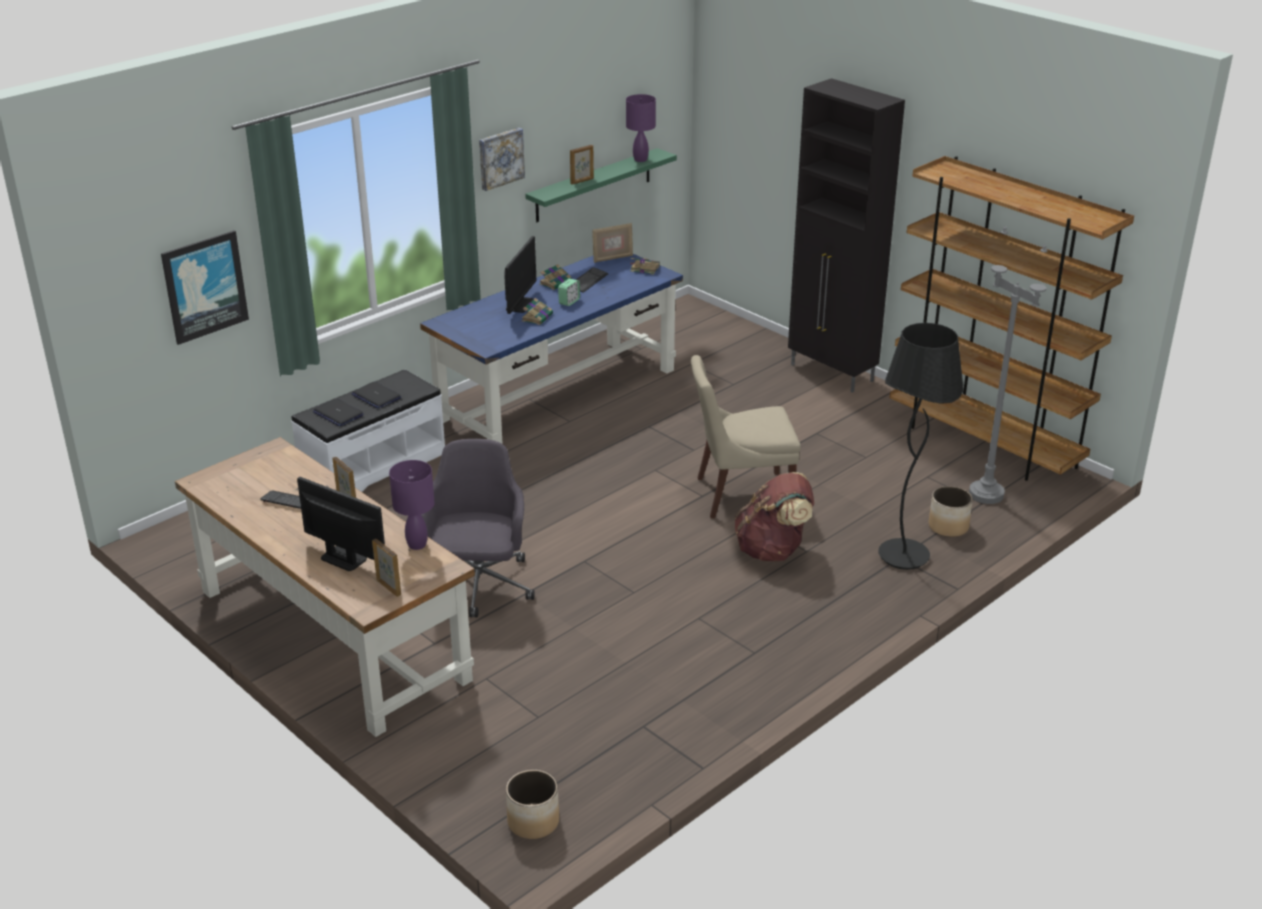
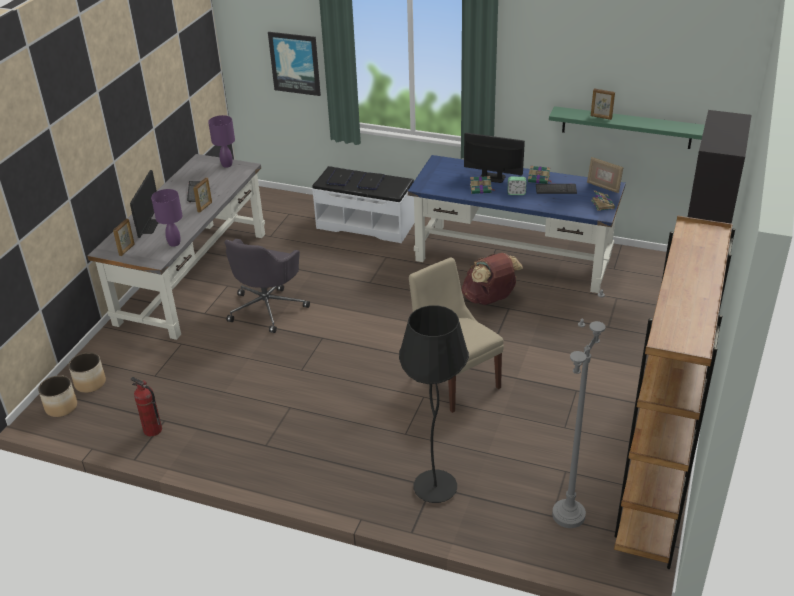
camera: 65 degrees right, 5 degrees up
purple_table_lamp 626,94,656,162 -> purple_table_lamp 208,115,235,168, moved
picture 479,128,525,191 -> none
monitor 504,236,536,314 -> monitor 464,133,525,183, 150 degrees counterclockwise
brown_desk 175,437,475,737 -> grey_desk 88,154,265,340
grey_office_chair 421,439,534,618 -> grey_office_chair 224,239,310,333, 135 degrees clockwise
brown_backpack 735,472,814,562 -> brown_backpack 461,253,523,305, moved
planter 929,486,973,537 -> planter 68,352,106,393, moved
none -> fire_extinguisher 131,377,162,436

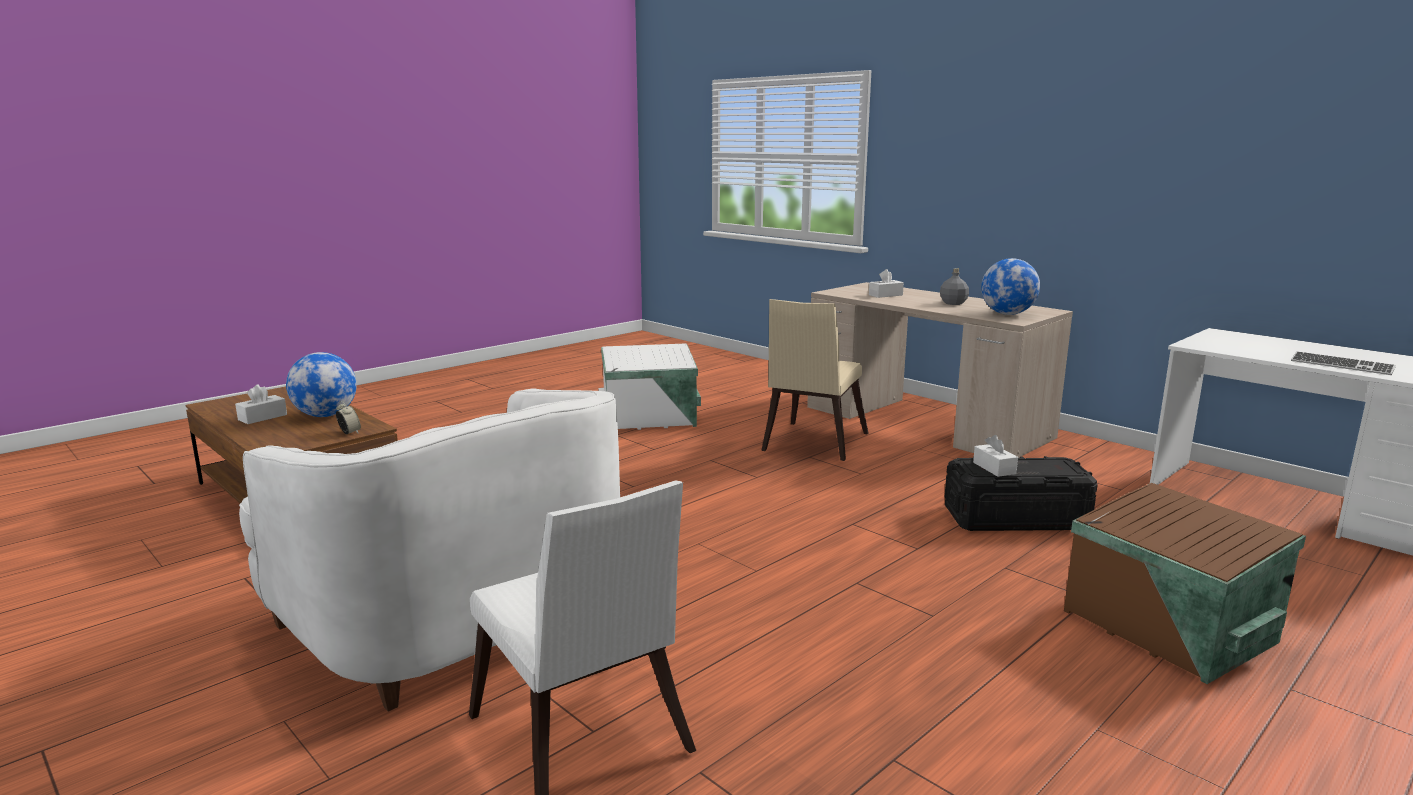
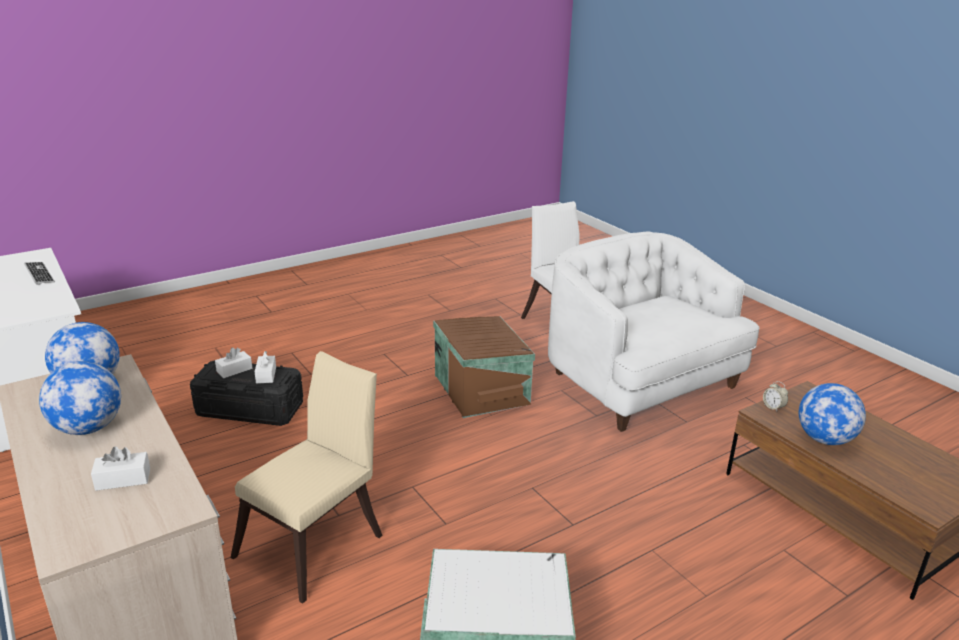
camera: 170 degrees left, 10 degrees up
grey_bottle 940,268,969,305 -> globe 39,361,121,435
white_tissue_box 235,384,287,424 -> white_tissue_box 215,348,252,378, moved
brown_storage_box 1064,483,1306,684 -> brown_storage_box 433,316,535,418, moved

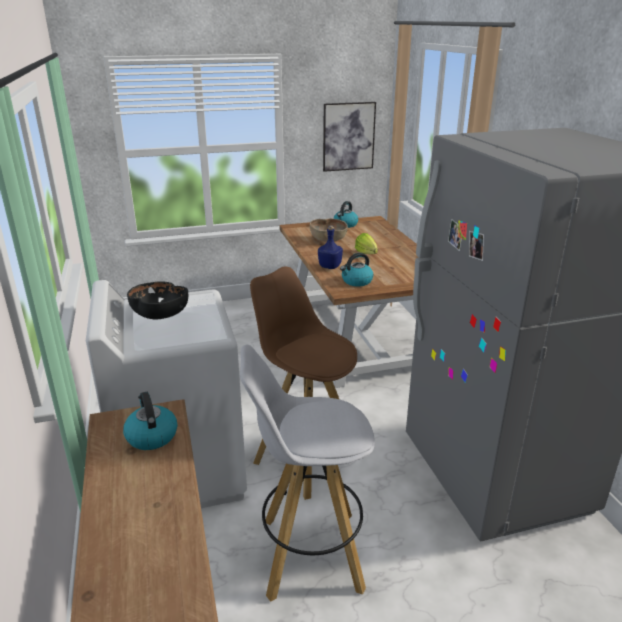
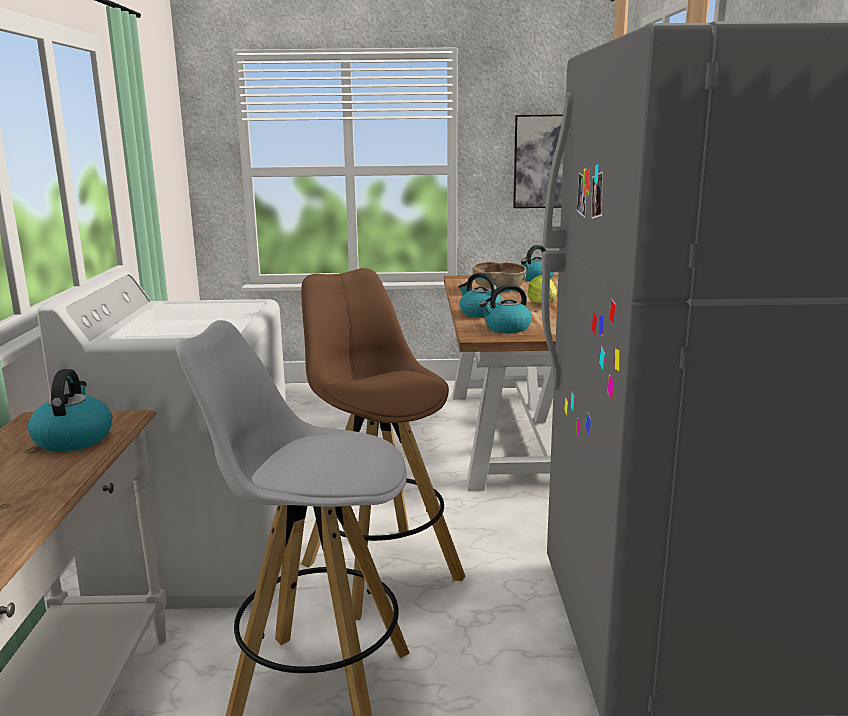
camera: 15 degrees right, 10 degrees down
blue_bottle 318,225,343,269 -> kettle 459,273,503,318
black_bowl 127,281,188,320 -> none

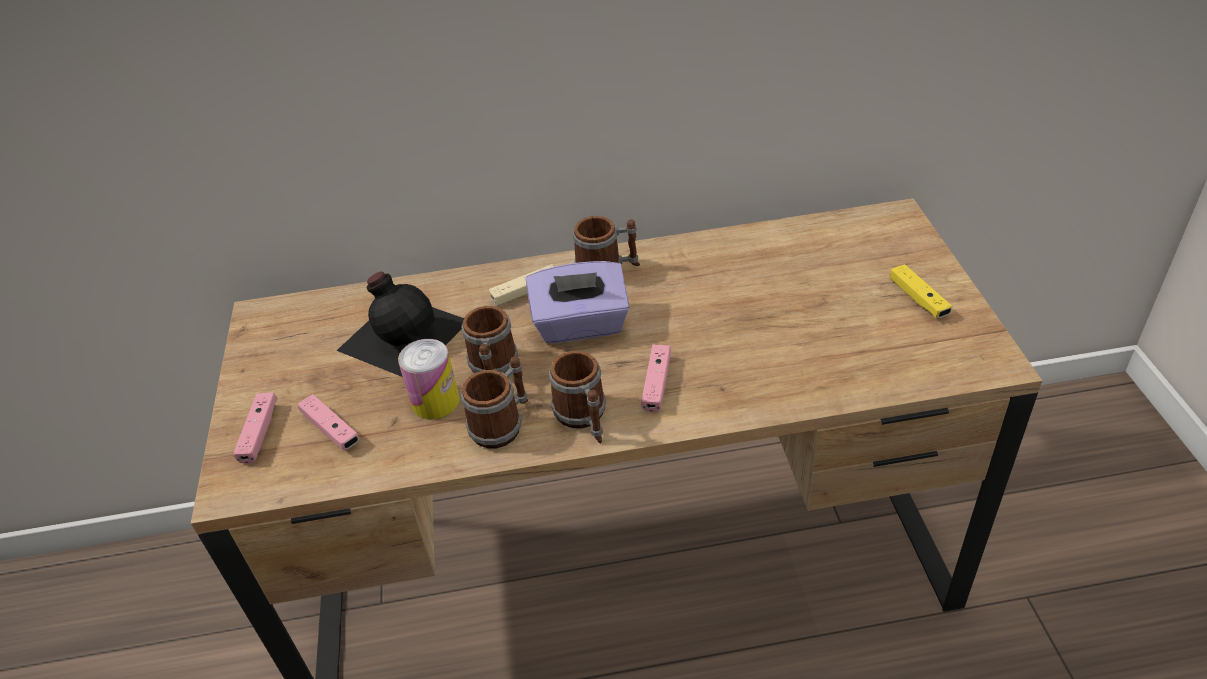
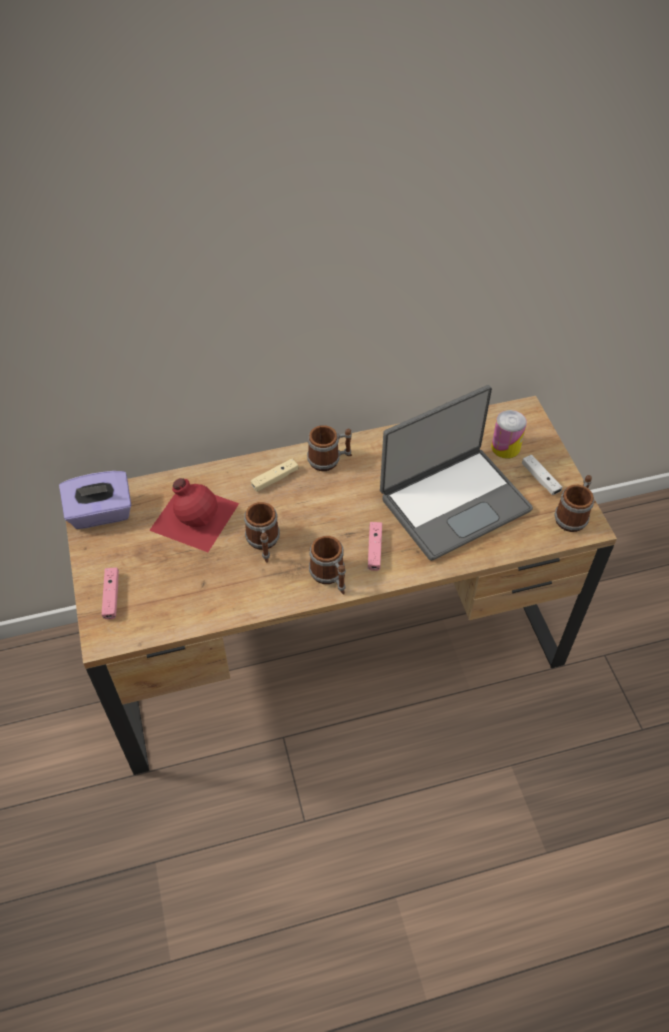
camera: 10 degrees left, 10 degrees up
purple_tissue_box 526,261,629,344 -> purple_tissue_box 59,471,131,529, moved
yellow_game_controller 890,264,952,318 -> white_game_controller 522,455,562,495
black_bottle 336,272,464,377 -> red_bottle 149,478,239,552
can 398,339,460,419 -> can 491,410,527,459, moved
mug 461,356,528,448 -> mug 554,475,594,532, moved
pink_game_controller 297,394,360,450 -> none
none -> laptop 380,385,533,561

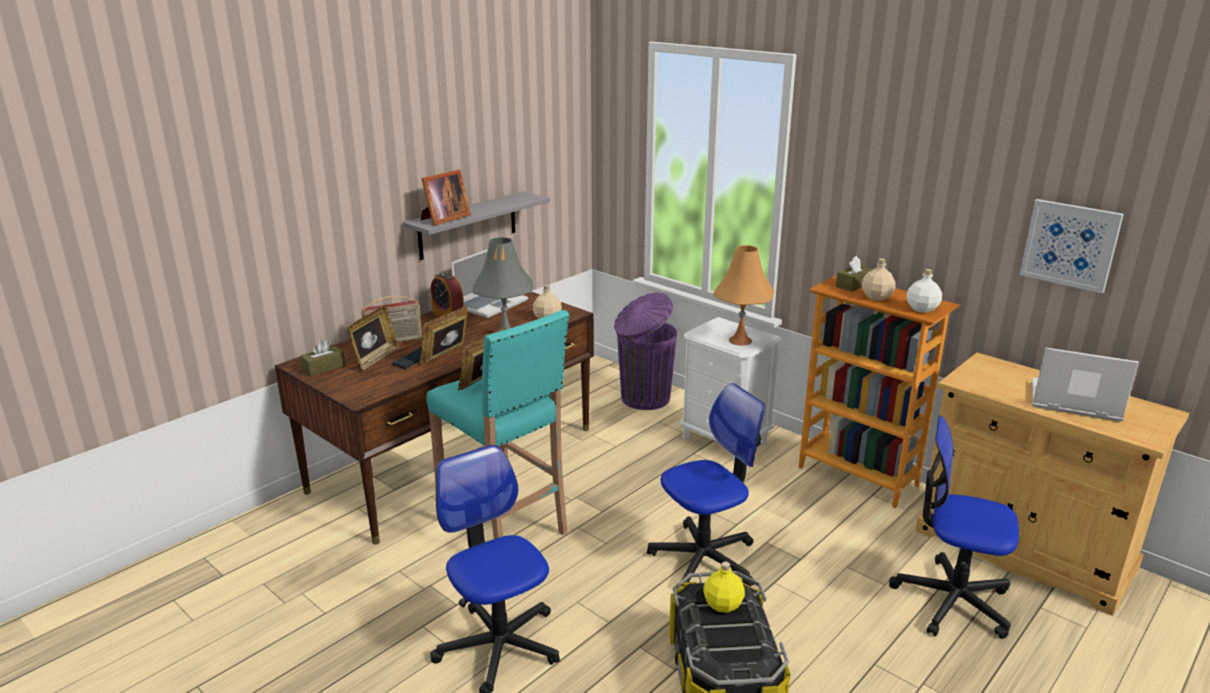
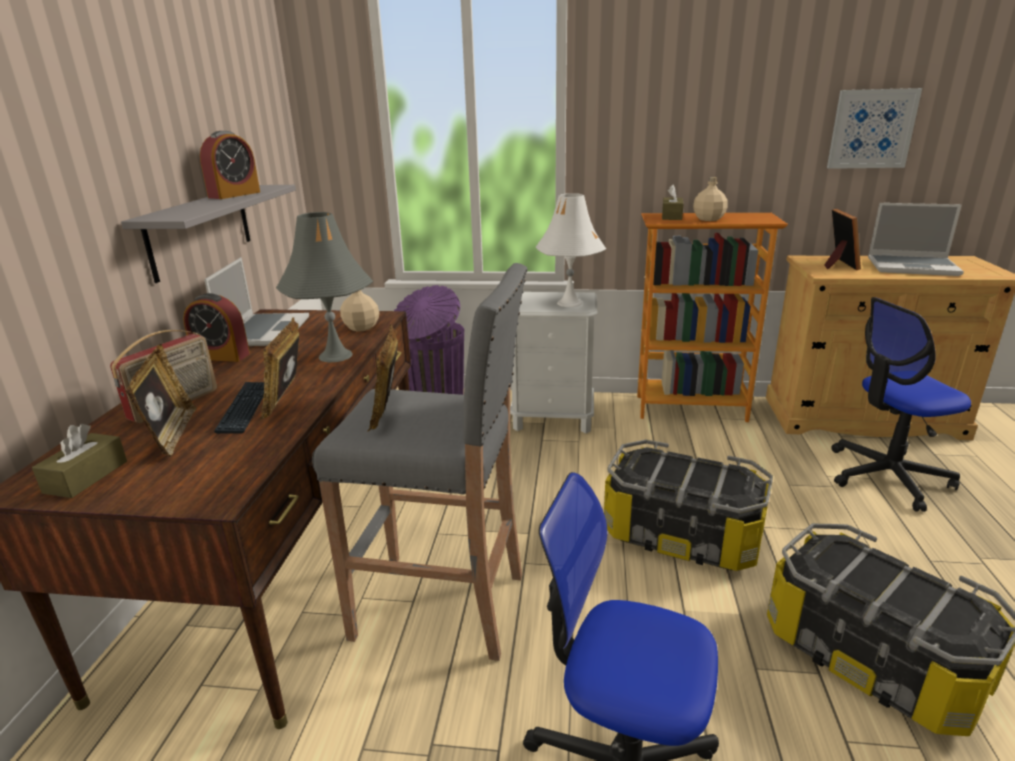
camera: 35 degrees left, 0 degrees up
picture_frame 421,169,471,225 -> picture_frame 824,209,861,270, moved
orange_table_lamp 713,245,774,346 -> white_table_lamp 536,193,606,307
white_bottle 906,269,942,313 -> none
turquoise_stool 426,310,570,539 -> grey_stool 312,263,528,661
laptop 1032,347,1139,422 -> laptop 868,203,964,276, 150 degrees counterclockwise
office_chair 647,383,765,586 -> storage_box 604,440,773,571
yellow_bottle 703,562,745,613 -> none
none -> alarm_clock 200,131,260,199

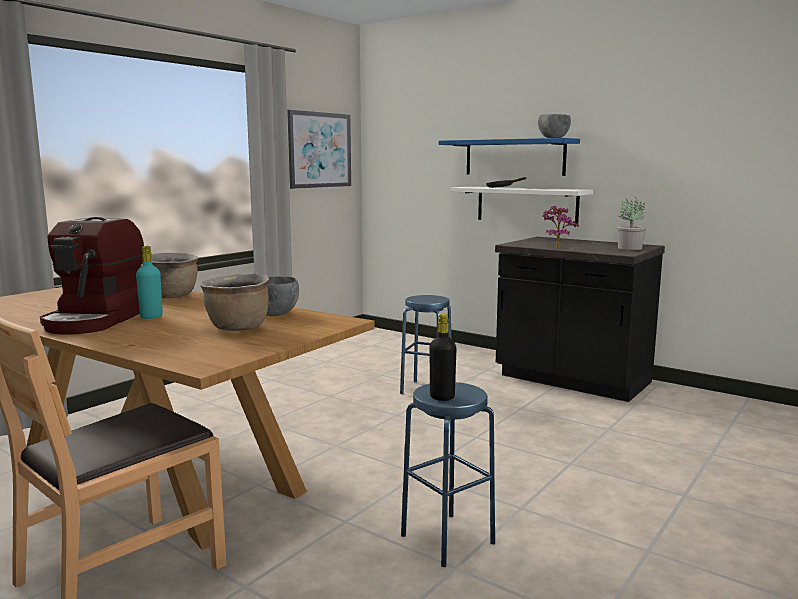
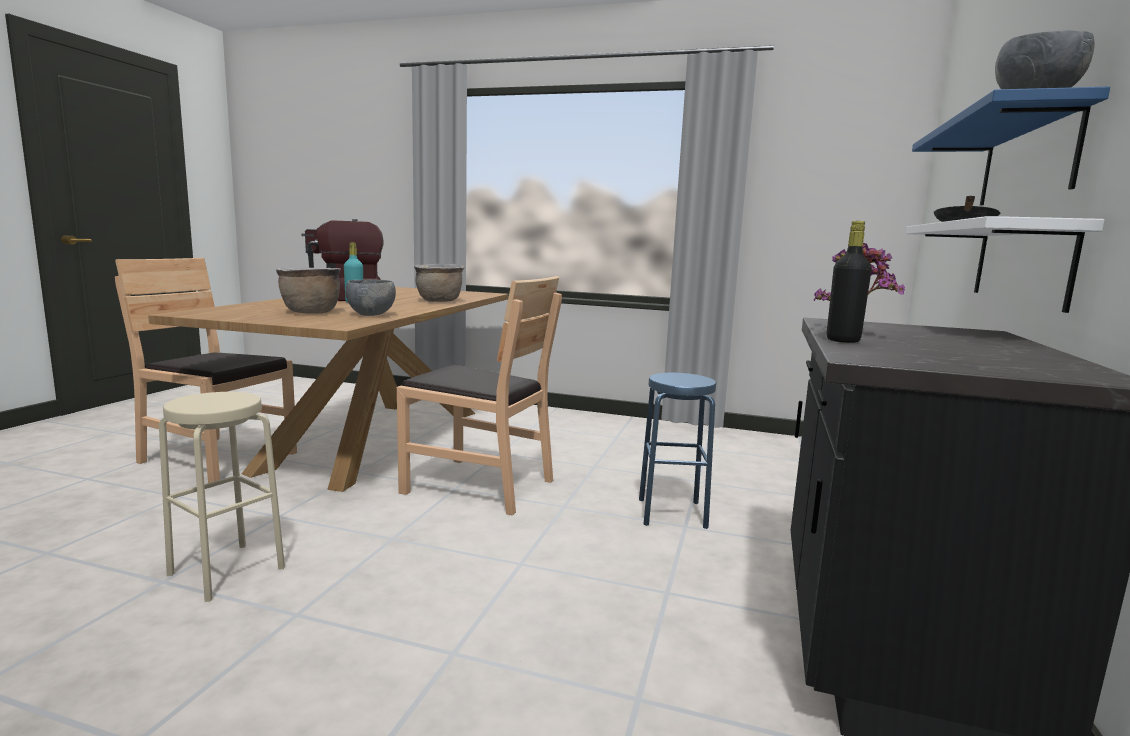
camera: 70 degrees right, 0 degrees up
picture 287,110,351,189 -> none
potted_plant 617,198,646,250 -> none
black_bottle 430,314,457,401 -> black_bottle 827,221,872,343, moved
blue_stool 401,382,495,567 -> beige_stool 159,392,285,602
none -> brown_chair 397,276,562,515

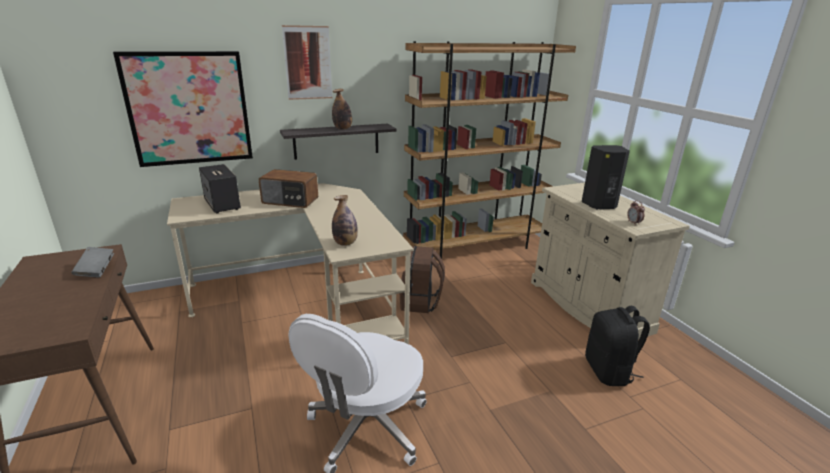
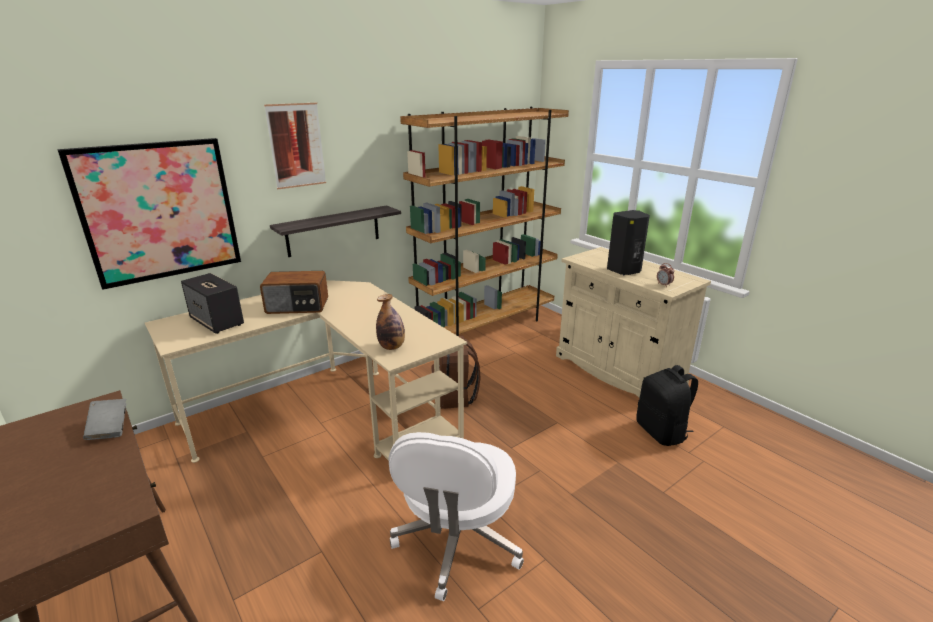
camera: 15 degrees left, 0 degrees up
bottle 332,89,352,130 -> none

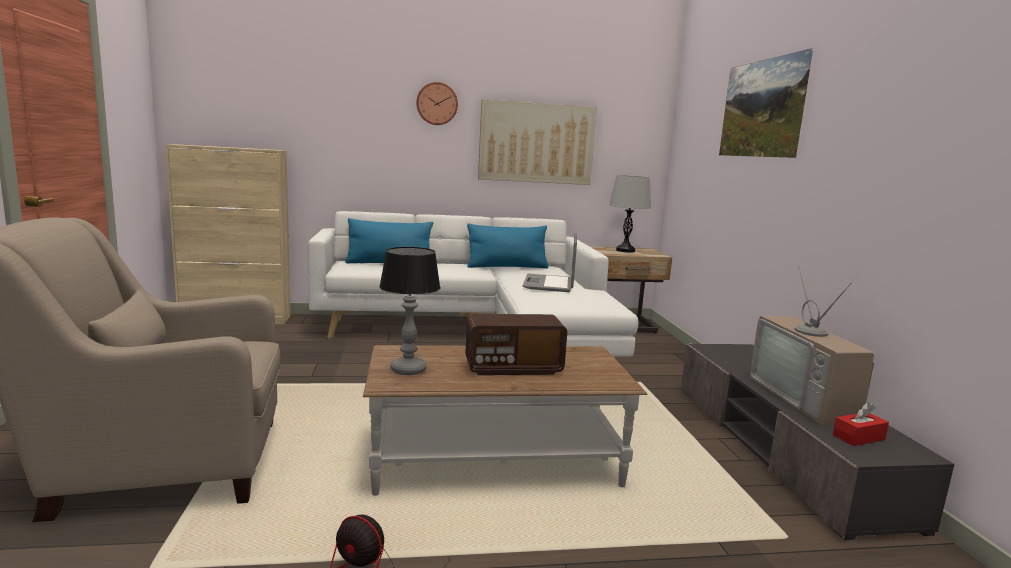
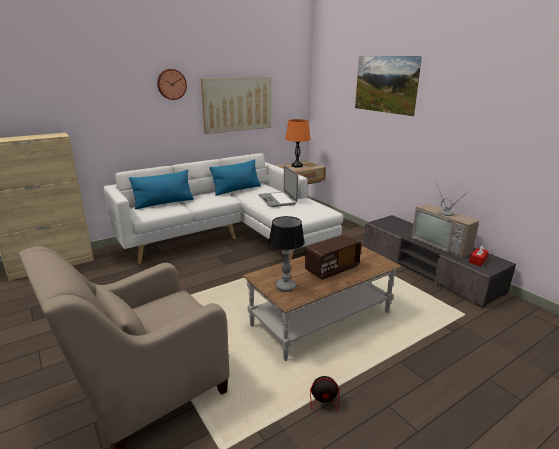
camera: 25 degrees left, 10 degrees up
grey_table_lamp 609,175,651,252 -> orange_table_lamp 285,119,311,168

